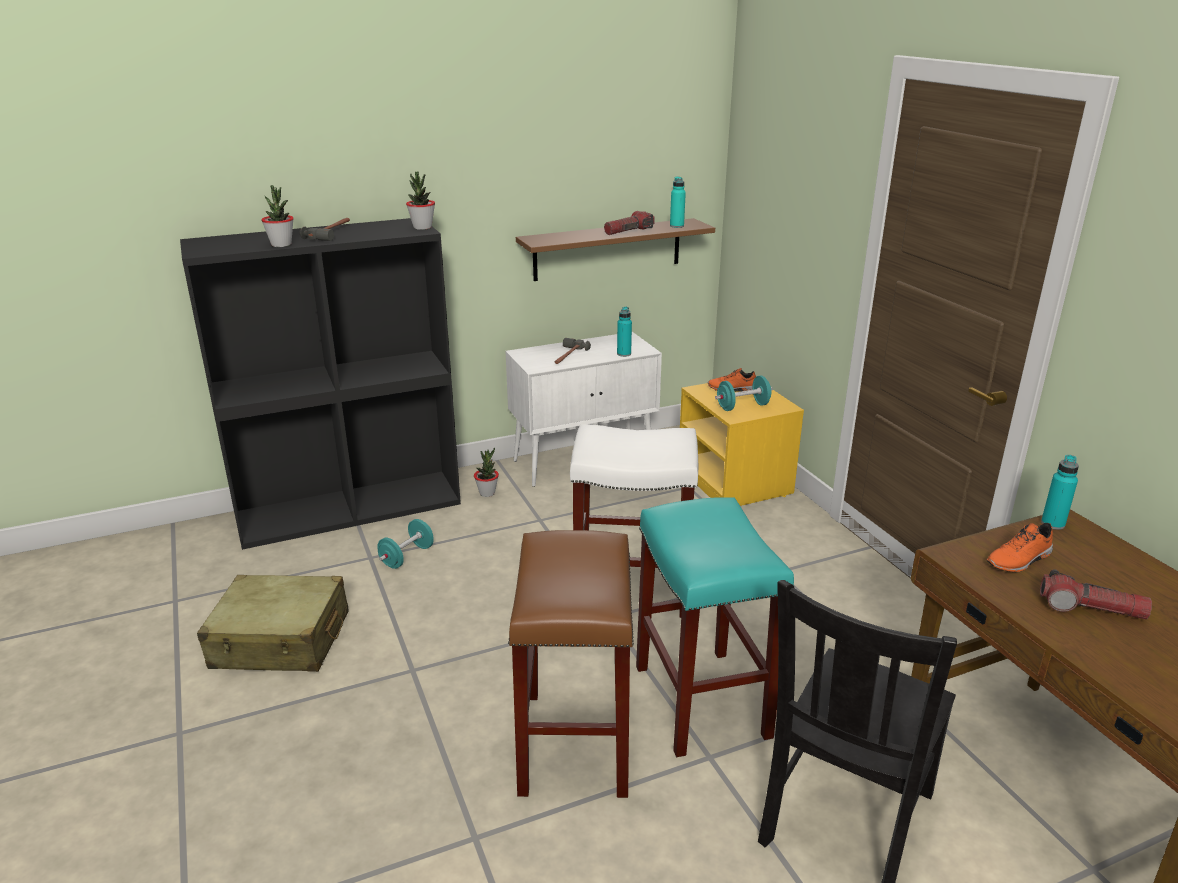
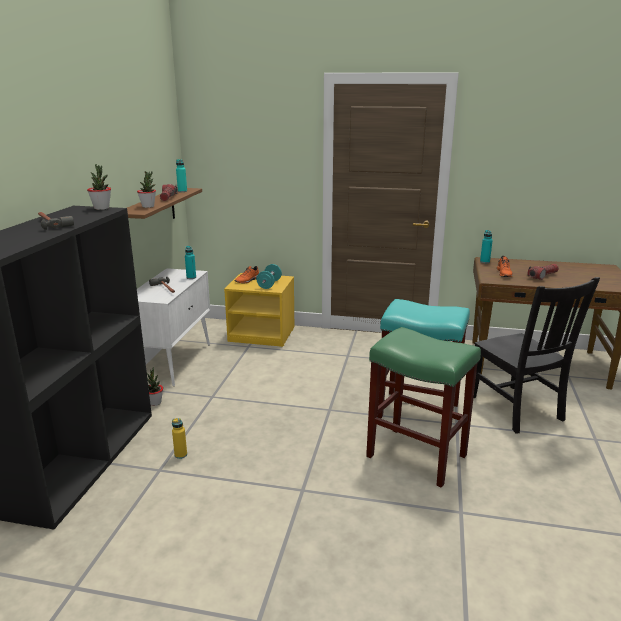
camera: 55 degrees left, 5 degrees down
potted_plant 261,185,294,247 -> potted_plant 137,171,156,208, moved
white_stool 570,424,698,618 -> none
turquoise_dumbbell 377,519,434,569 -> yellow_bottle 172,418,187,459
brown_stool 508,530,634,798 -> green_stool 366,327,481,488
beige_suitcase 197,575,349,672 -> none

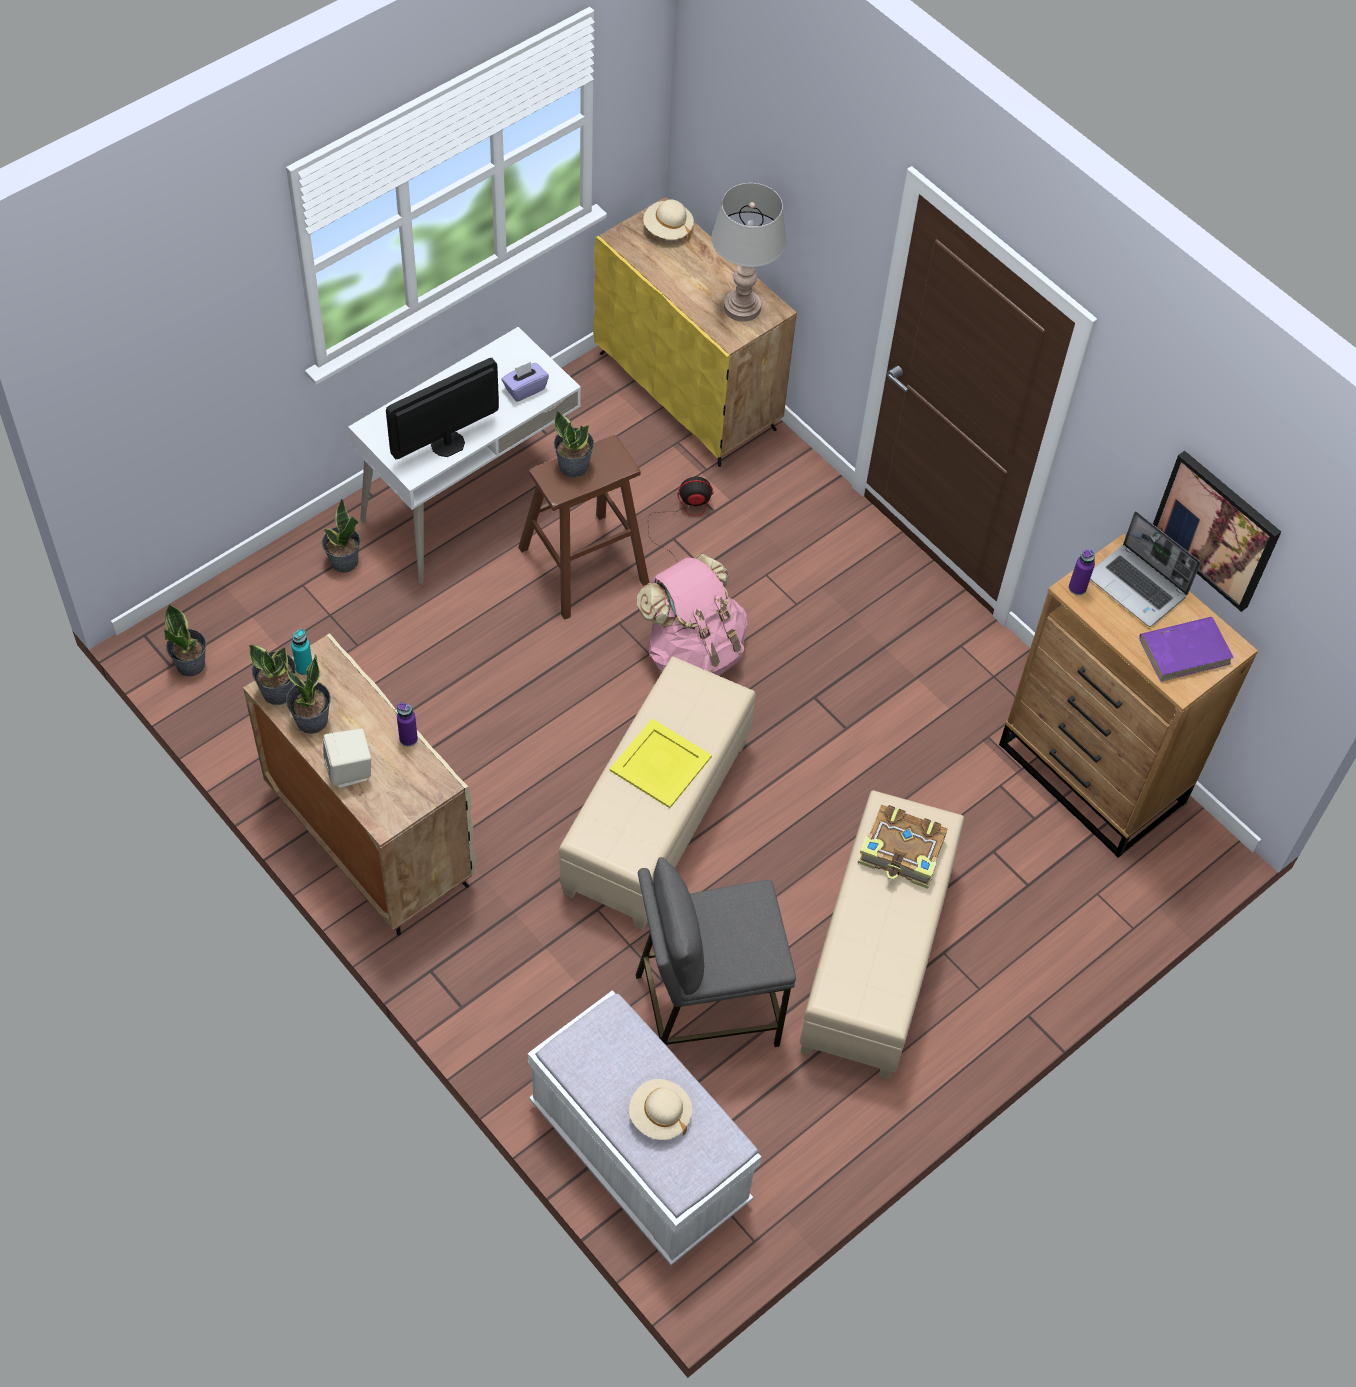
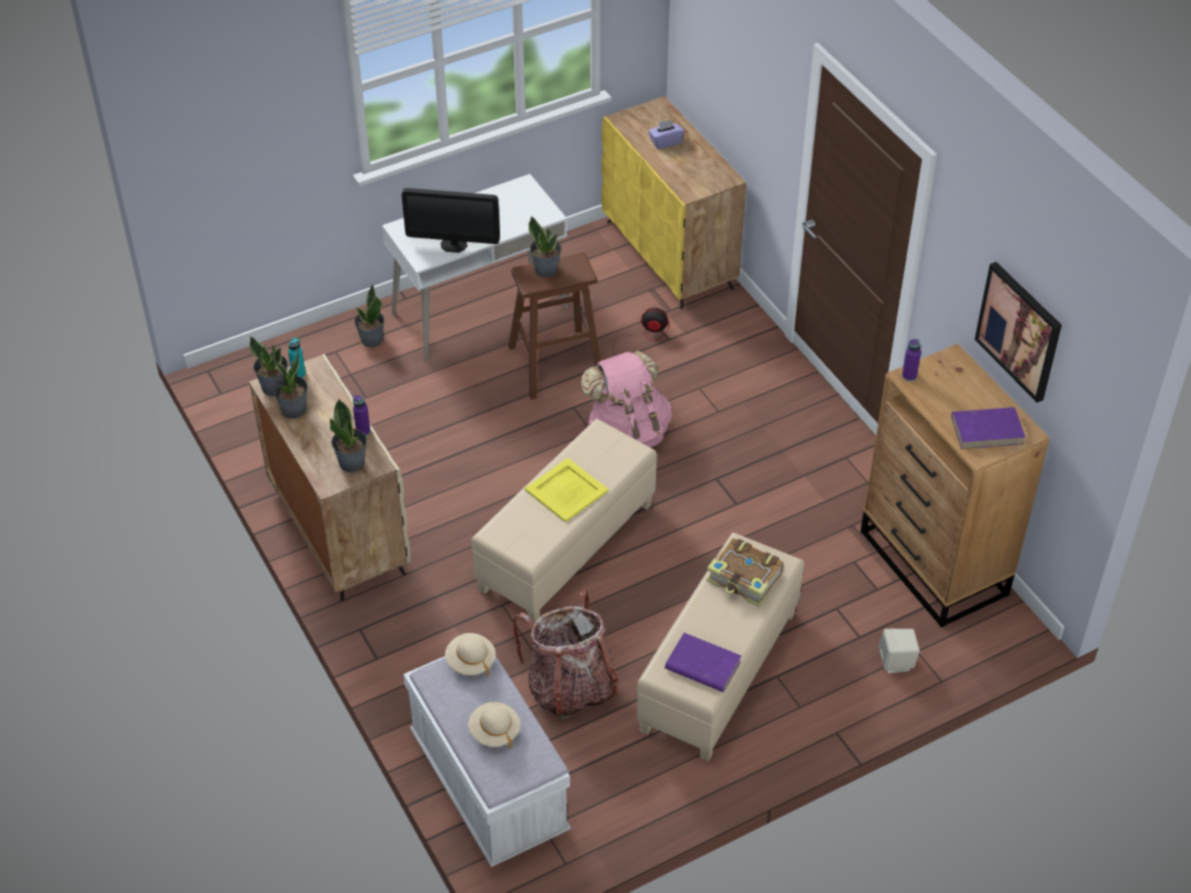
camera: 15 degrees right, 10 degrees down
grey_table_lamp 712,183,787,322 -> none
beige_hat 643,199,694,240 -> beige_hat 445,633,496,676, moved
monitor 386,358,499,460 -> monitor 402,188,500,253, 150 degrees counterclockwise
purple_tissue_box 502,362,549,402 -> purple_tissue_box 648,119,684,149, moved
laptop 1090,511,1200,627 -> none
potted_plant 164,604,206,677 -> potted_plant 330,399,367,472, moved
beige_speaker 323,729,371,788 -> beige_speaker 879,629,920,673, moved
grey_stool 636,857,796,1047 -> backpack 513,589,619,719
none -> purple_book 665,633,741,692

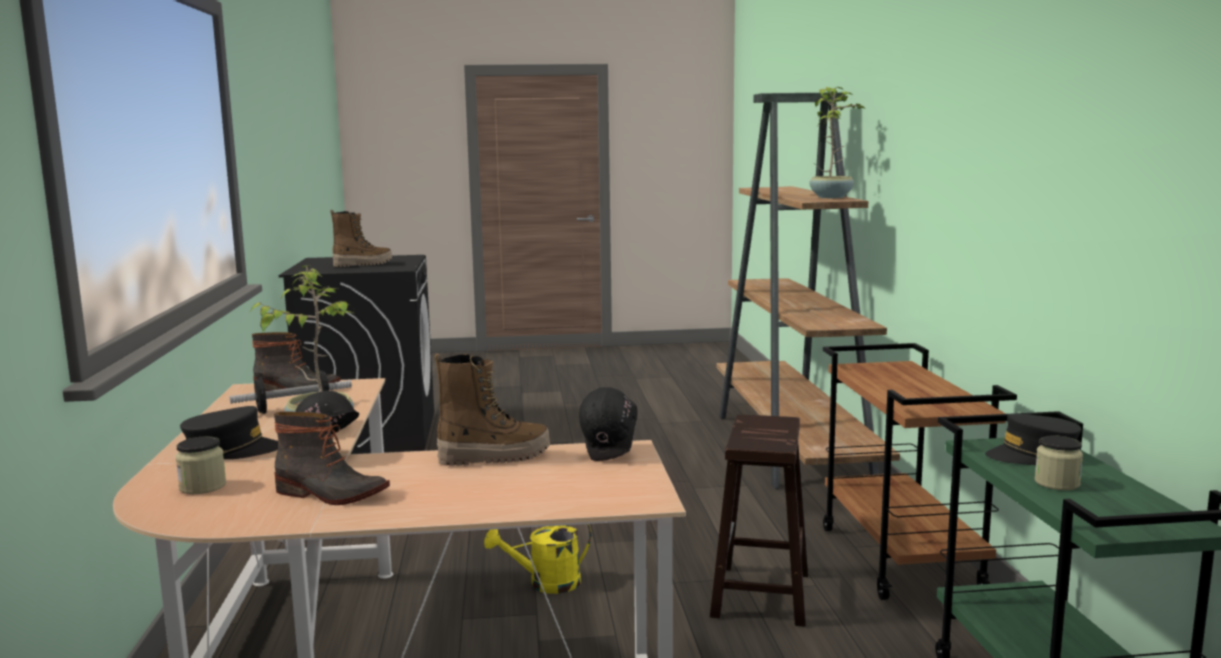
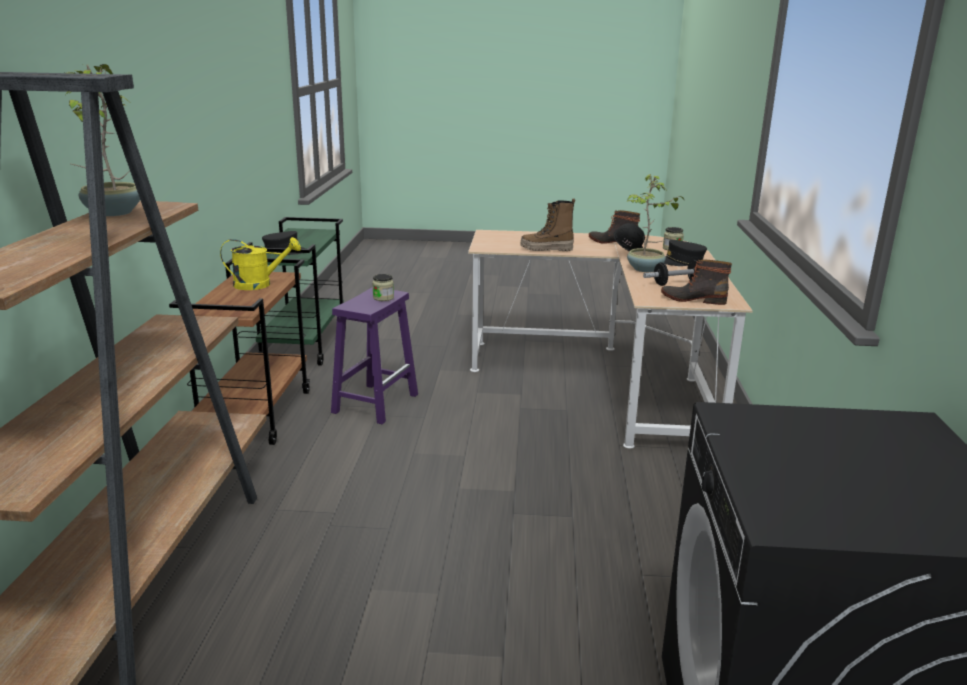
camera: 170 degrees left, 10 degrees up
boot 330,210,392,267 -> none
black_hard_hat 579,387,638,461 -> none
brown_stool 710,414,808,627 -> purple_stool 331,287,418,424
jar 1035,436,1083,490 -> jar 372,274,394,301, moved
yellow_watering_can 484,524,592,594 -> yellow_watering_can 220,237,301,290, moved

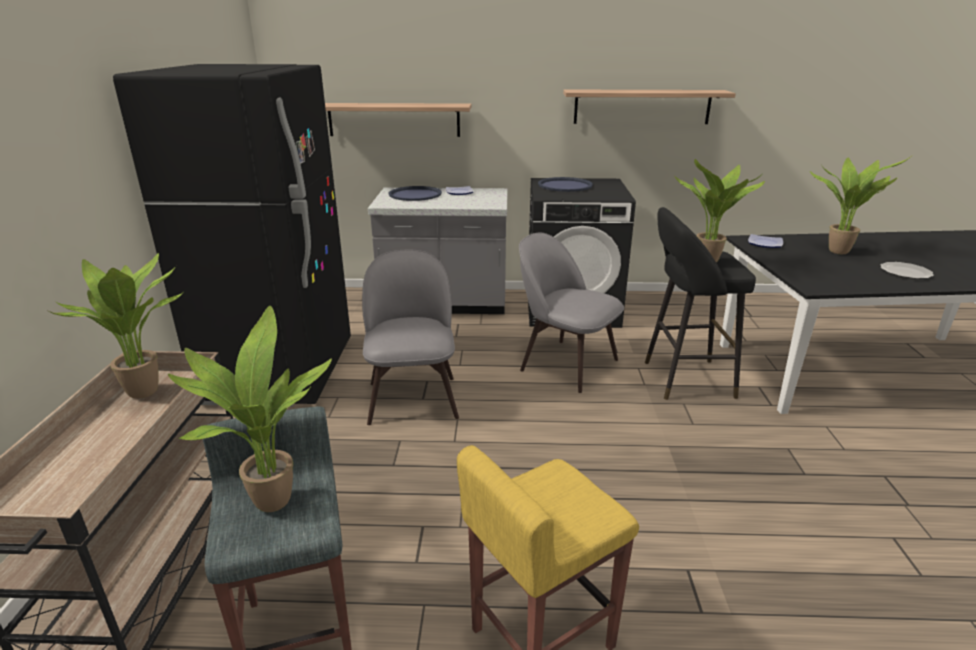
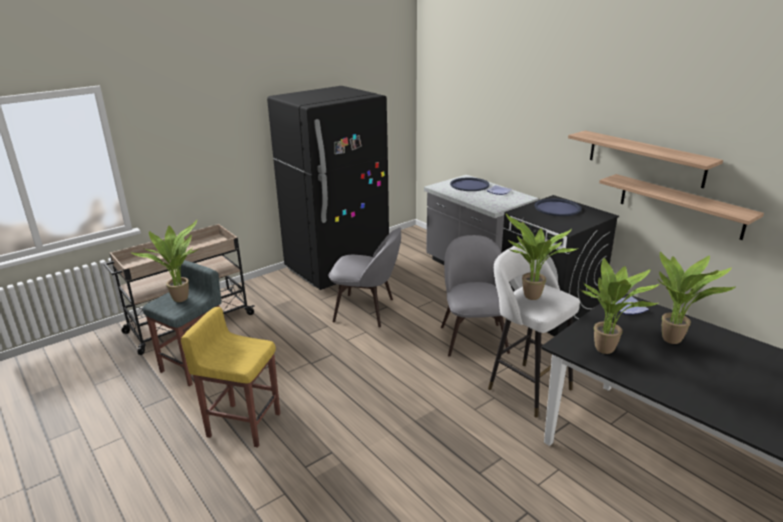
camera: 50 degrees right, 0 degrees up
shelf 325,103,471,137 -> shelf 599,174,764,240, moved
black_stool 645,207,756,400 -> white_stool 488,244,580,418
grey_chair 362,249,459,425 -> grey_chair 328,228,401,328, 60 degrees clockwise
potted_plant 48,253,183,399 -> potted_plant 581,258,661,354, moved
plate 881,262,934,279 -> none

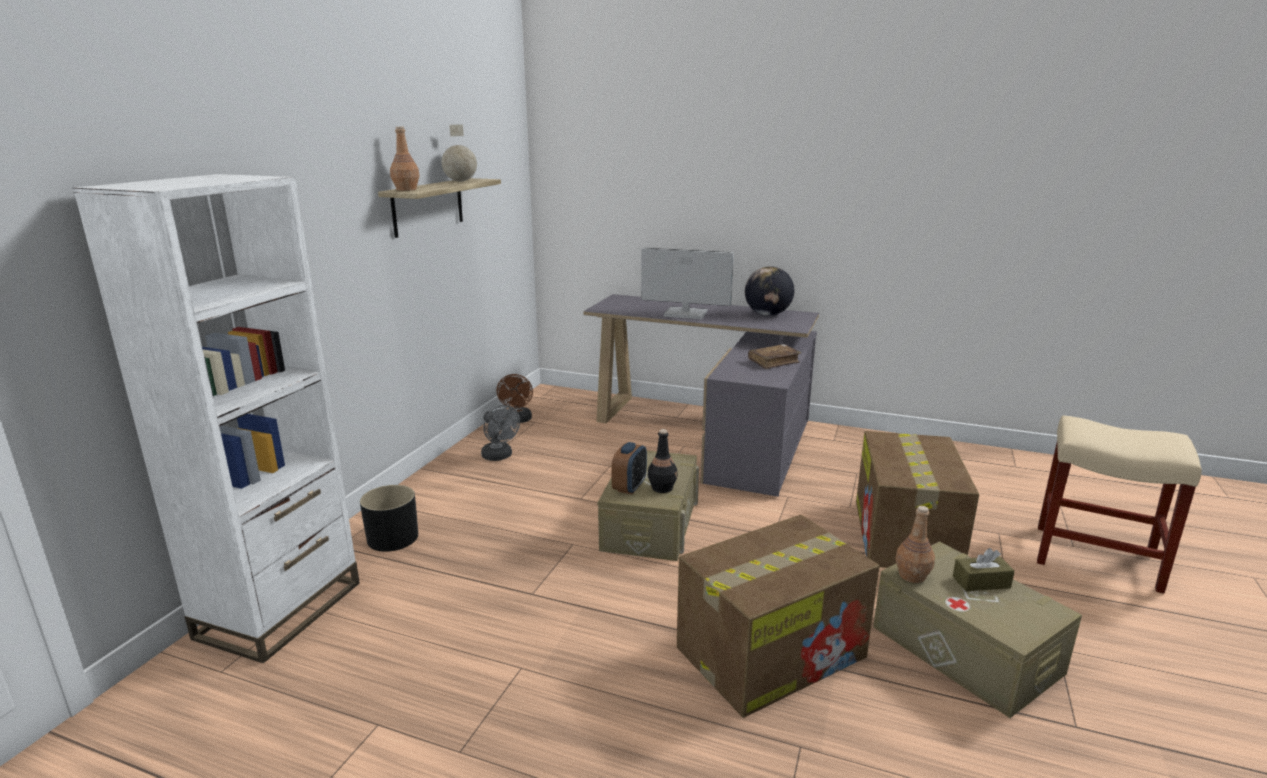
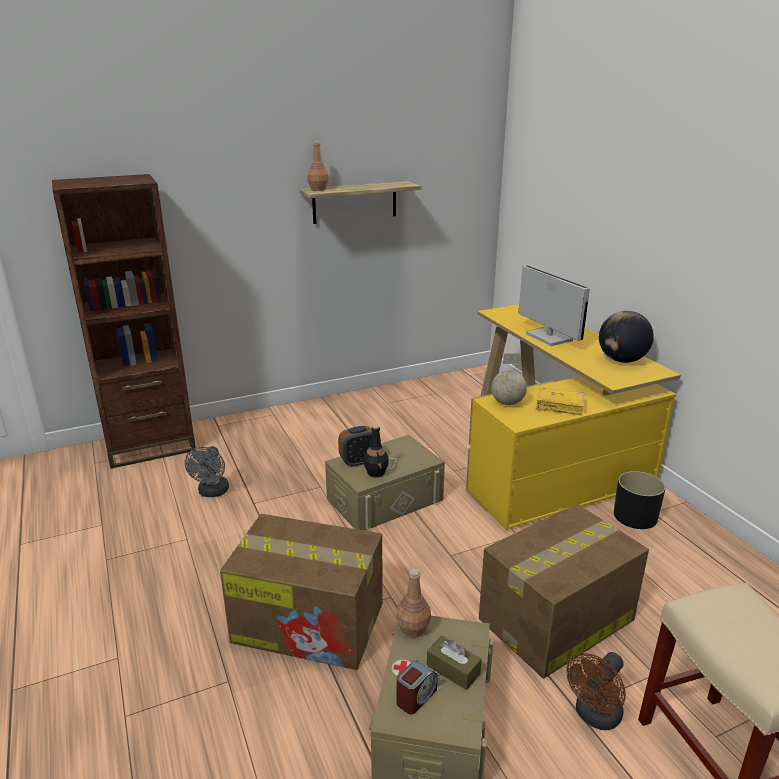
camera: 45 degrees right, 5 degrees up
globe 441,124,477,181 -> globe 491,353,527,405, moved
white_bookcase 73,174,360,663 -> brown_bookcase 52,174,196,469
grey_desk 583,294,819,497 -> yellow_desk 466,304,681,530
brown_book 748,344,801,369 -> yellow_book 536,387,585,416
brown_fan 497,374,533,423 -> brown_fan 567,652,626,730, moved
grey_fan 481,405,520,461 -> grey_fan 184,446,229,497, moved
black_planter 360,485,418,552 -> black_planter 614,471,666,529, moved
none -> alarm_clock 397,661,438,715

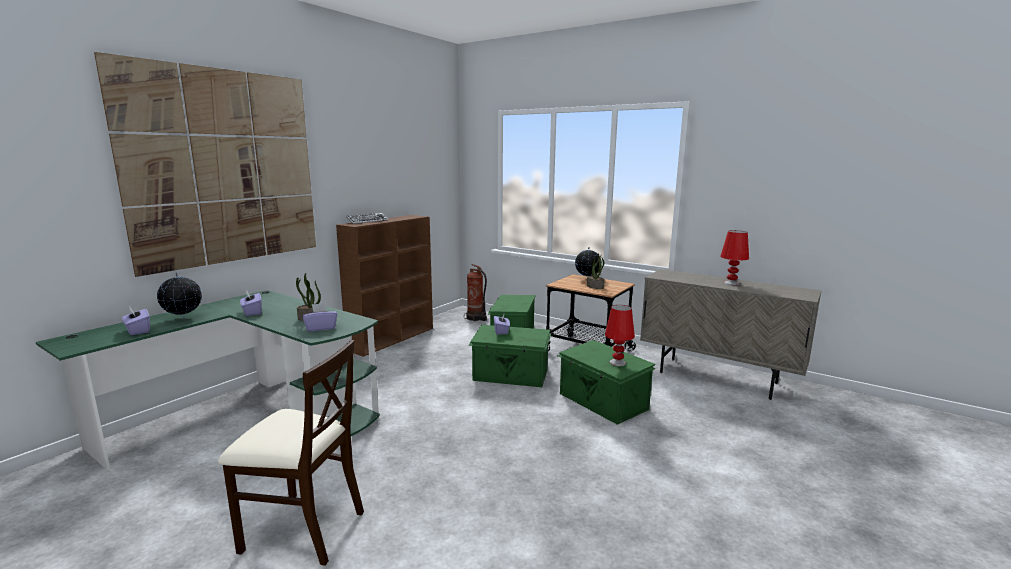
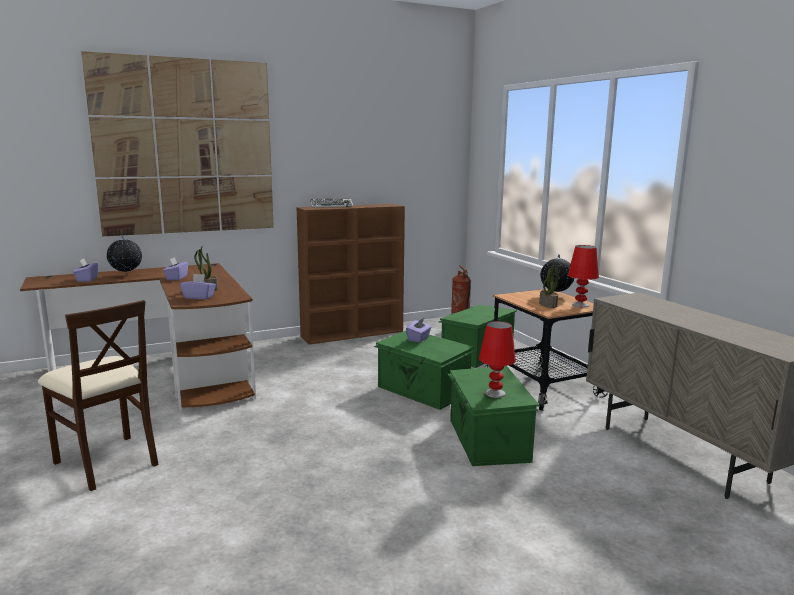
camera: 30 degrees right, 0 degrees up
red_table_lamp 720,230,749,285 -> red_table_lamp 568,245,599,308, moved
green_desk 36,290,380,470 -> brown_desk 20,263,256,412

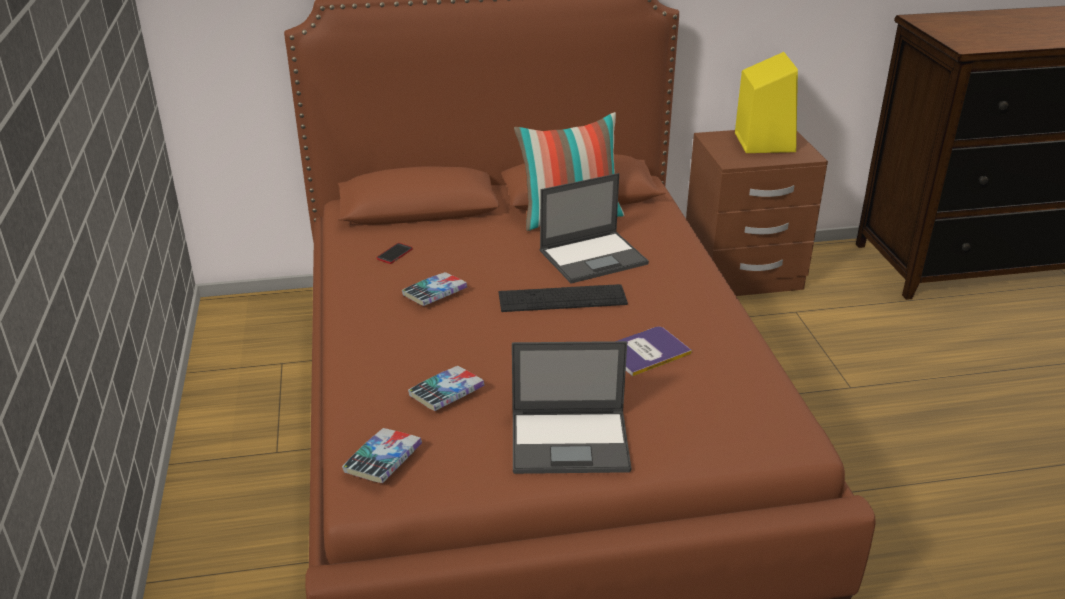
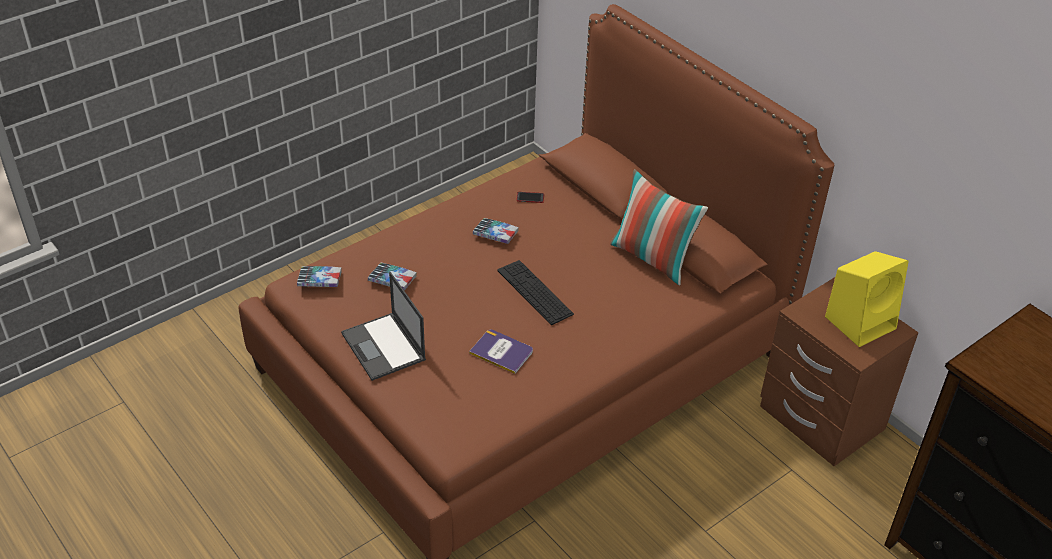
camera: 60 degrees right, 10 degrees up
laptop 540,173,649,283 -> none

